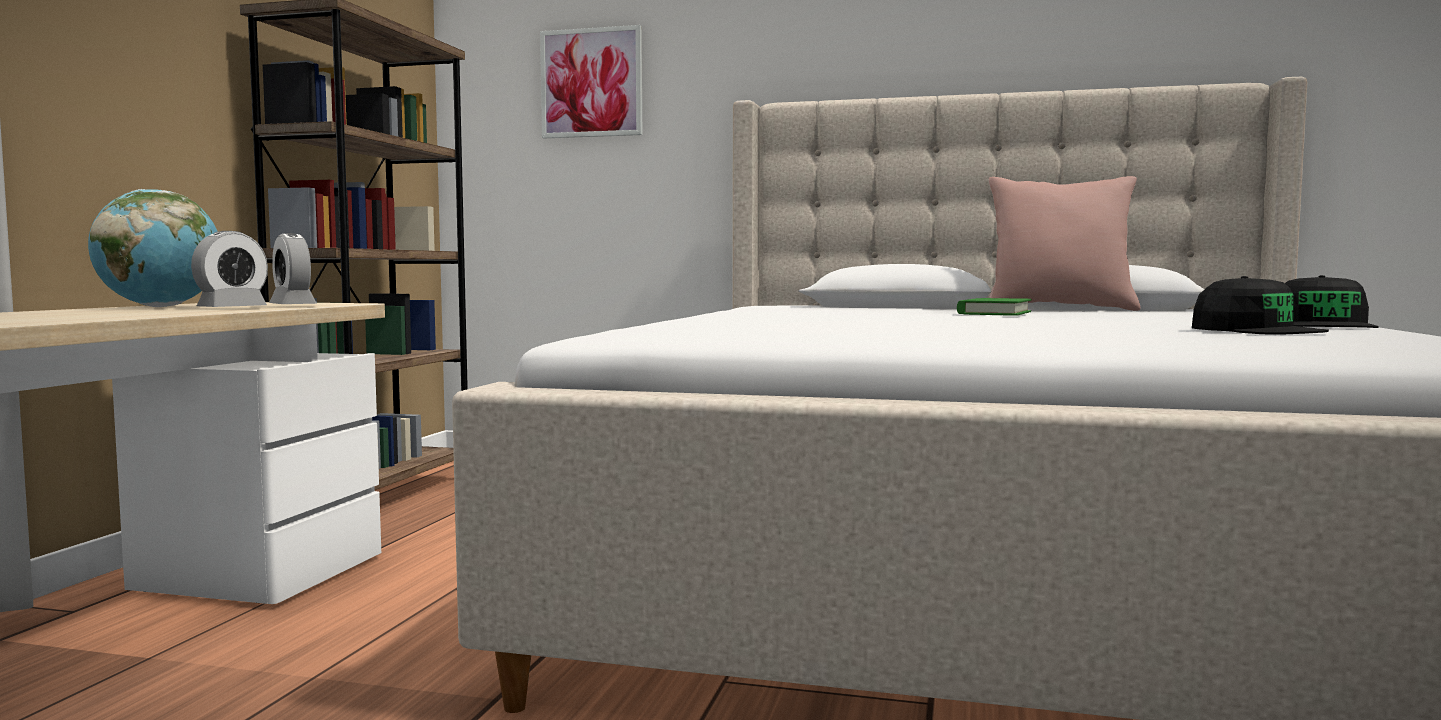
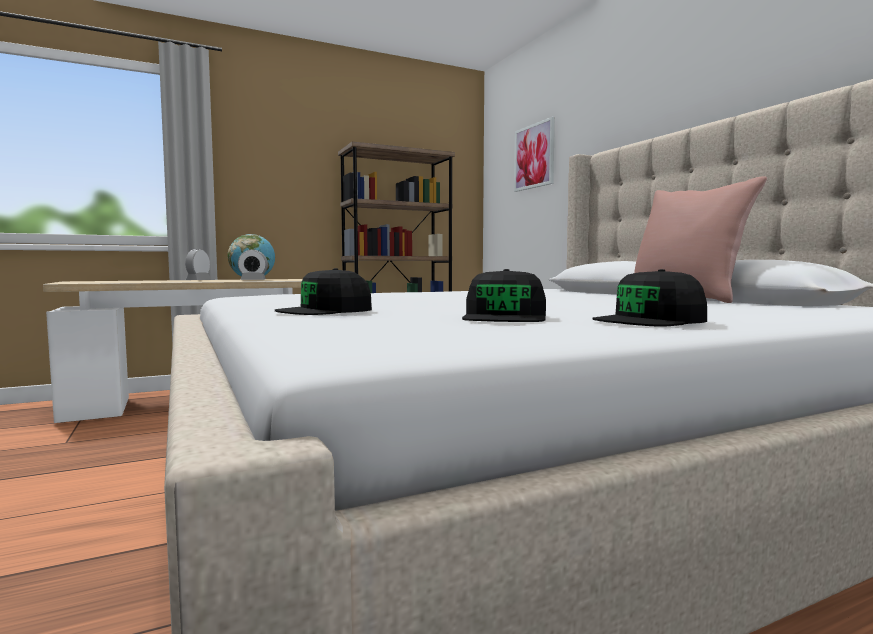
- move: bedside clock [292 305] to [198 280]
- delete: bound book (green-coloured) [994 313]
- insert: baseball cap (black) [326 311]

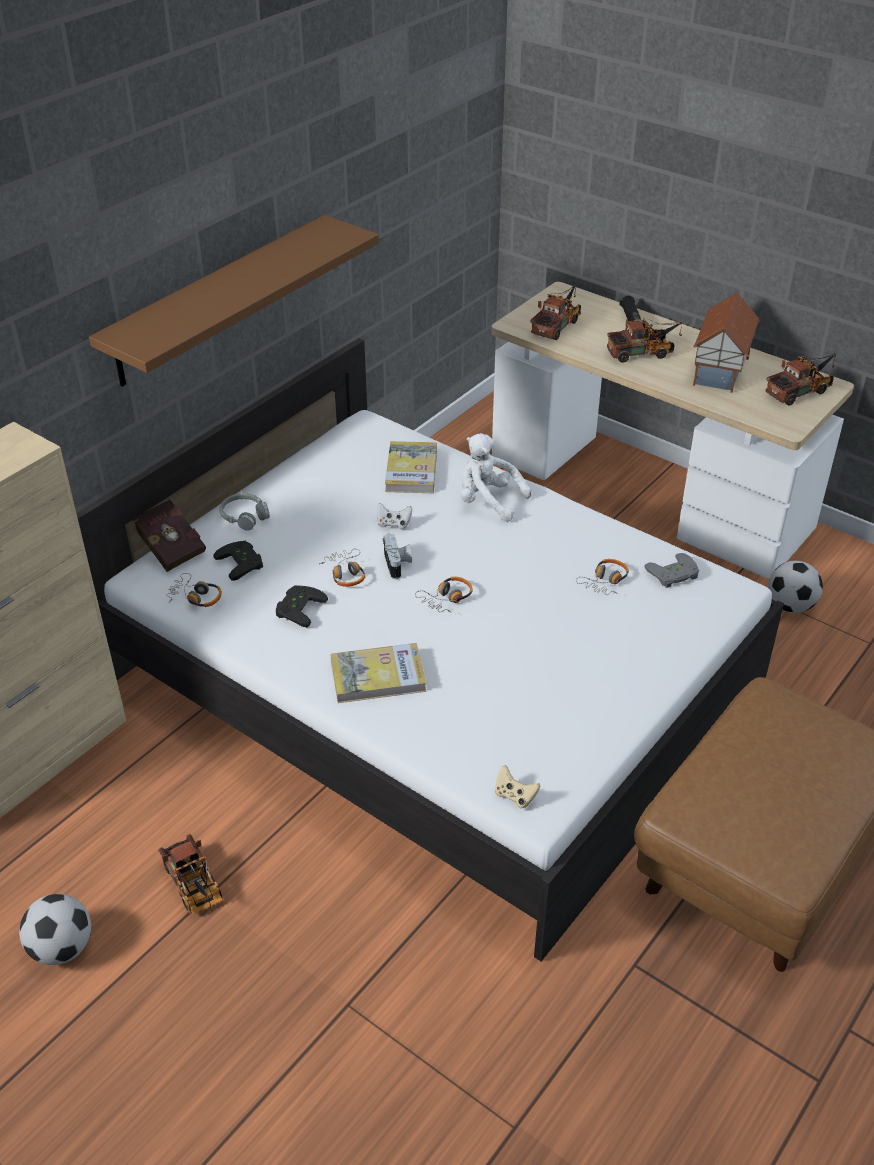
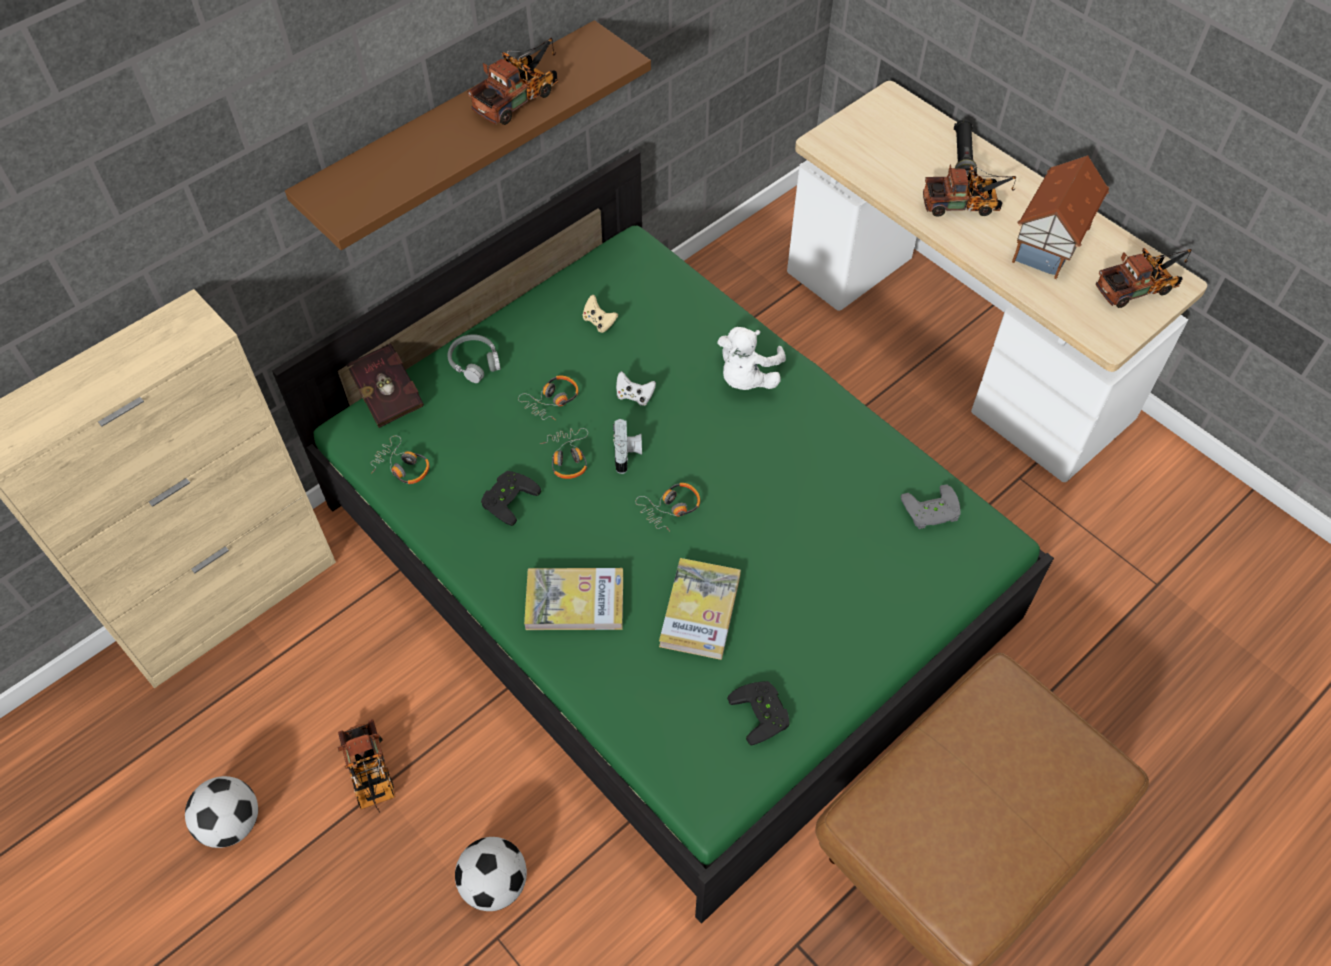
- move: toy lorry [557 325] to [520 97]
- recolor: bed (white-coloured) [435 681] to bed (green-coloured) [664 561]
- rotate: soft toy (white-coloured) [488 501] = [746 378] 105 degrees counterclockwise
- move: bound book [411 470] to [700 611]
- move: gamepad (black) [243 562] to [763 713]
- move: headphones [605 581] to [552 401]
- move: ball for football [790 606] to [494 884]
- move: gamepad (beige) [515 796] to [599 322]

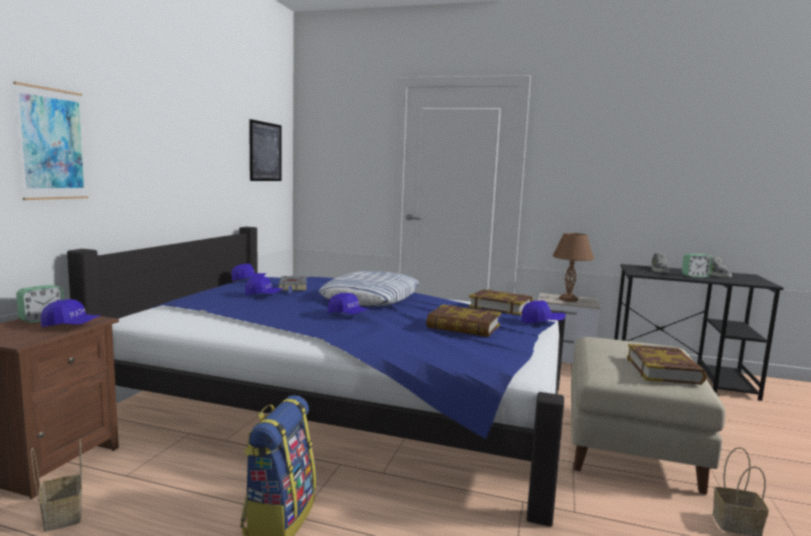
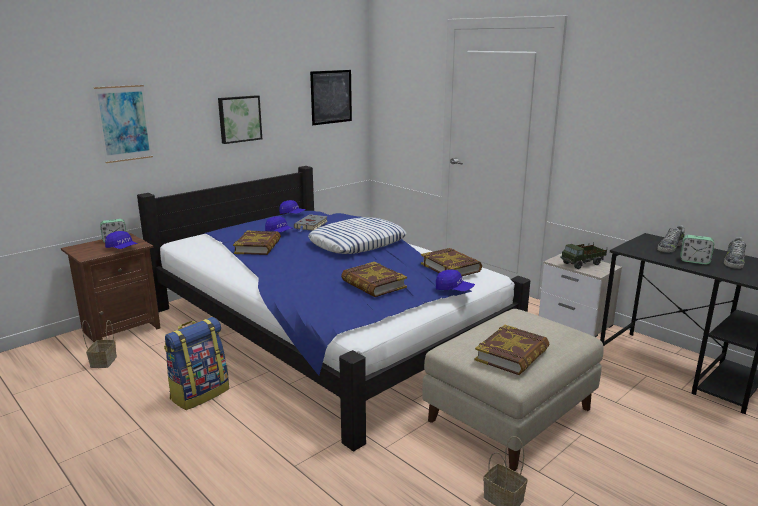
- replace: table lamp (brown) [569 299] to toy lorry [582 264]
- delete: baseball cap (blue-coloured) [348 315]
- insert: wall picture [239 119]
- insert: bound book [258 247]

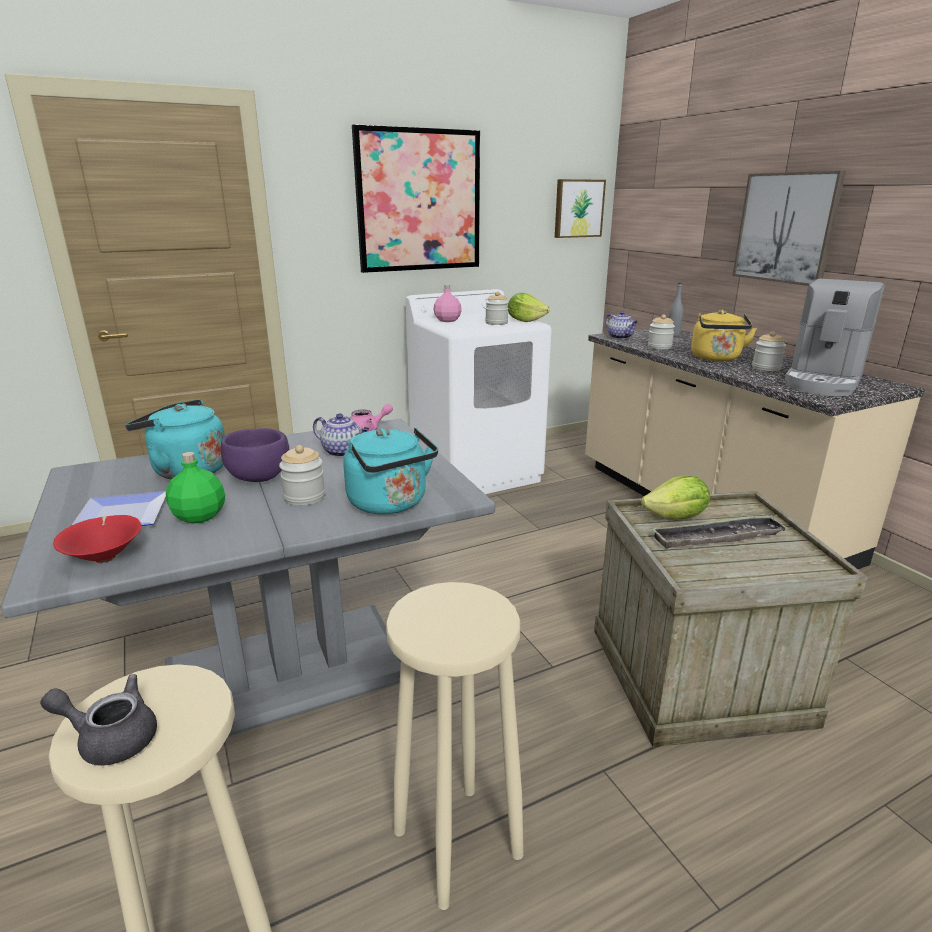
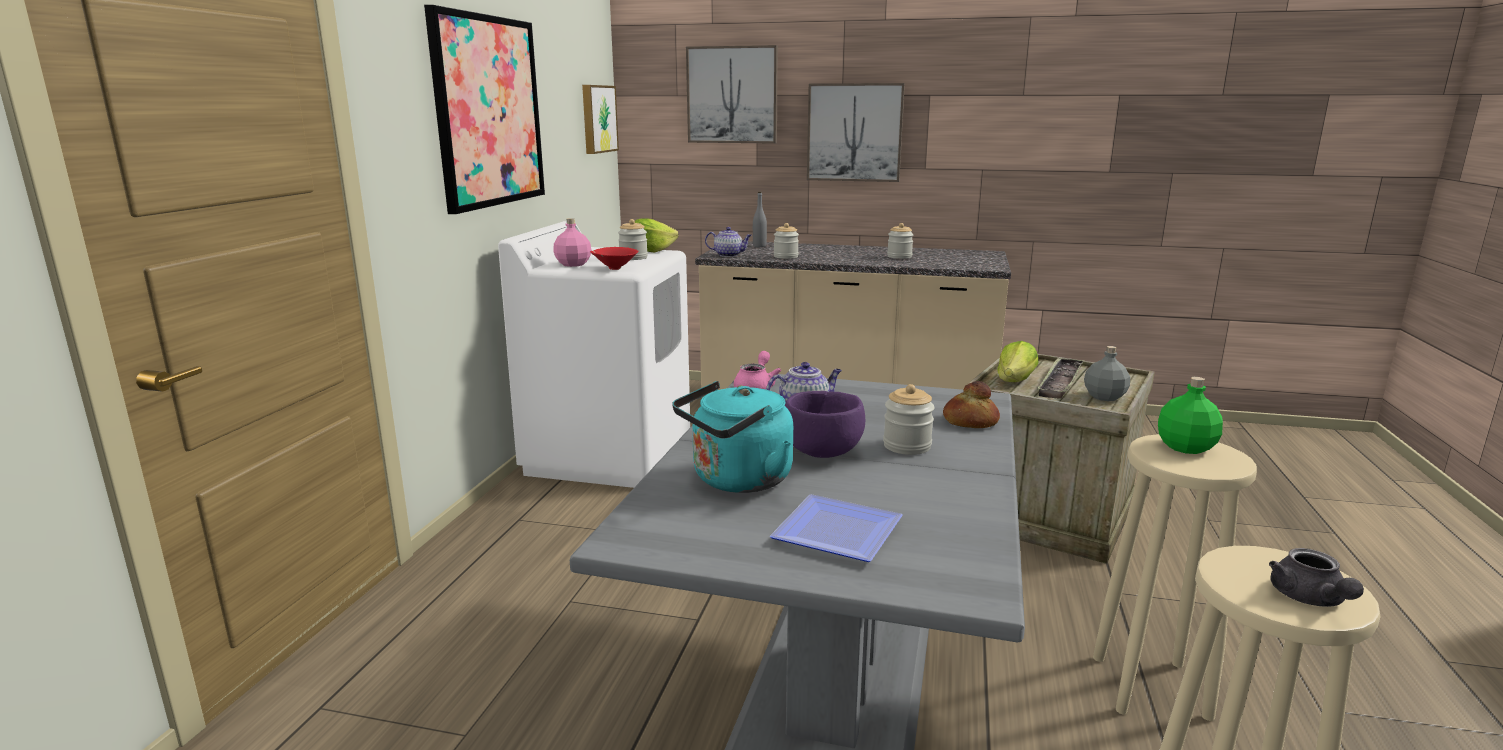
- delete: coffee machine [823 382]
- delete: tea kettle (yellow-coloured) [716 358]
- replace: tea kettle (turquoise-coloured) [391 504] to bread [969 421]
- move: bottle (green-coloured) [200 516] to [1186 447]
- move: deep dish (red-coloured) [105 557] to [614 268]
- rotate: pot for tea (gray) [111 738] = [1310 599] 45 degrees counterclockwise
- insert: wall picture [732 95]
- insert: bottle (gray) [1103 397]

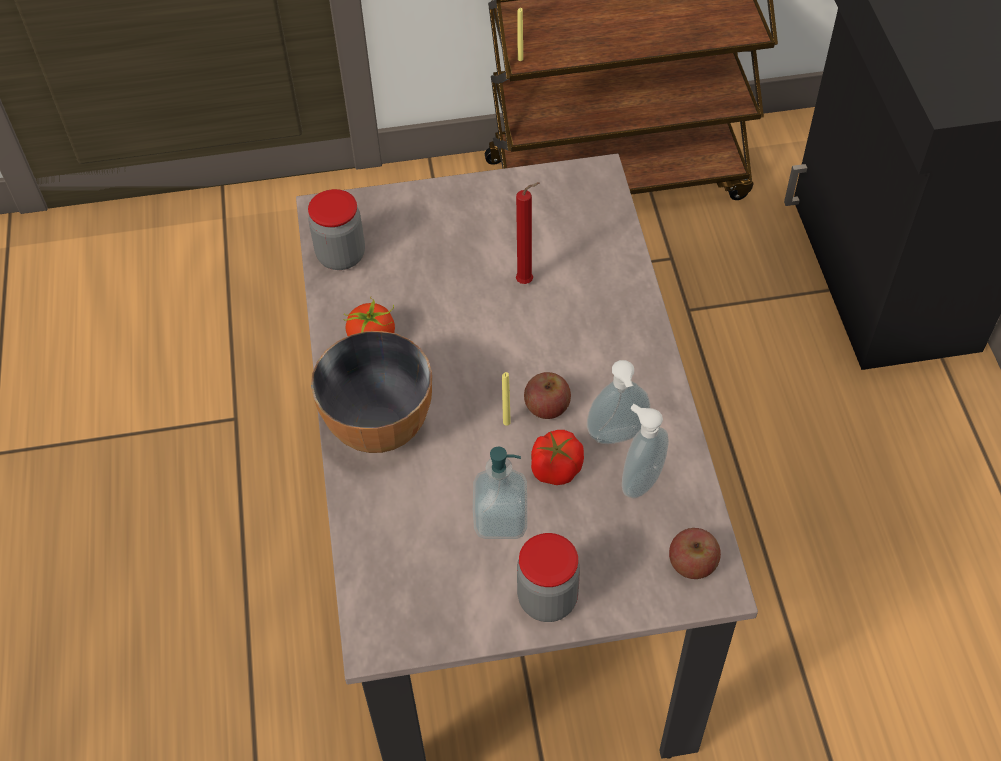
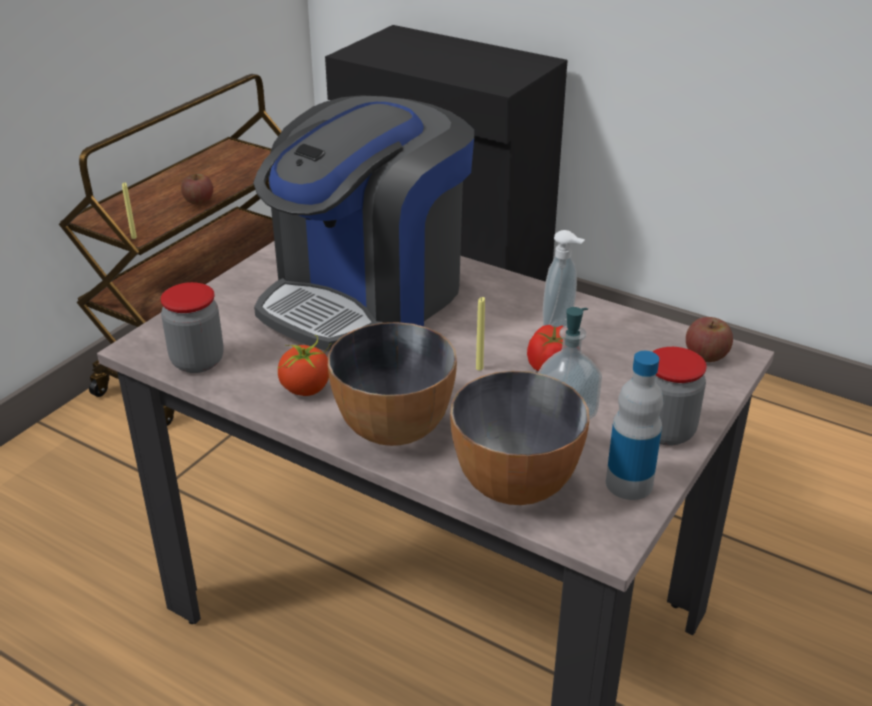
- replace: candle (red-coloured) [527 282] to coffee machine [367 296]
- move: whole apple [547 407] to [198 201]
- delete: liquid soap bottle [639 480]
- insert: bottle [629 484]
- insert: deep dish [516 484]

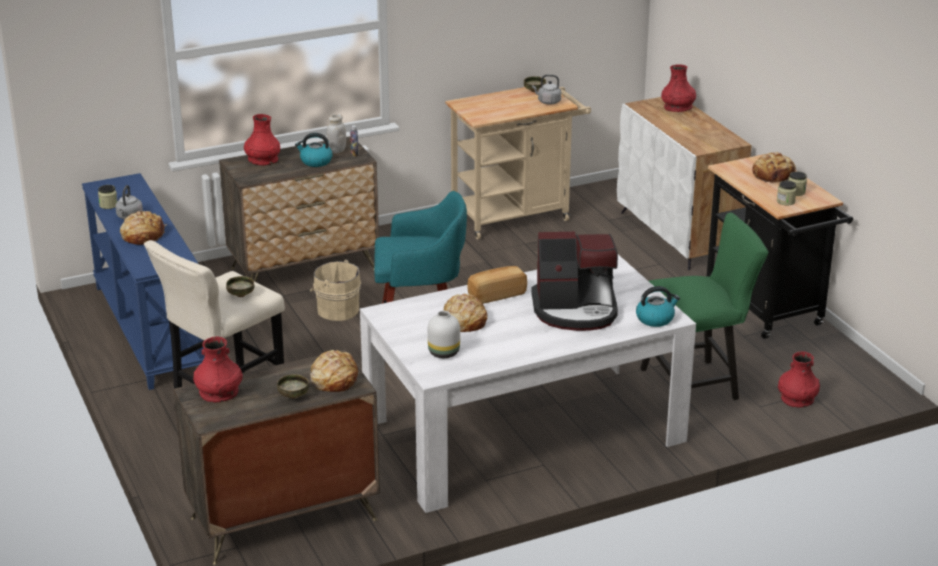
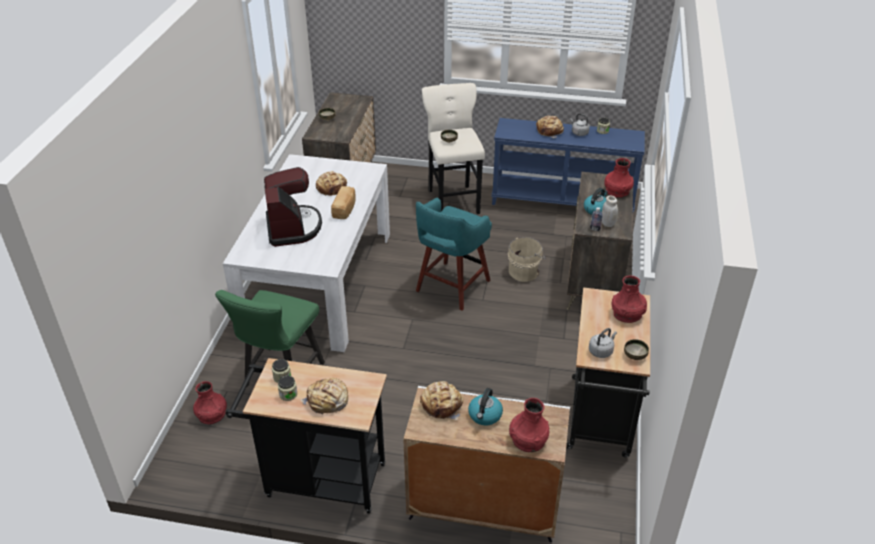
- recolor: trolley (beige) [517 216] to trolley (black) [600 422]
- rotate: coffee machine [575 310] = [293 227] 135 degrees clockwise
- move: tea kettle [655 319] to [485 415]
- delete: decorative vase (white-coloured) [444 353]
- move: decorative vase (red-coloured) [219 392] to [627 314]
- move: bread [334 379] to [442 404]

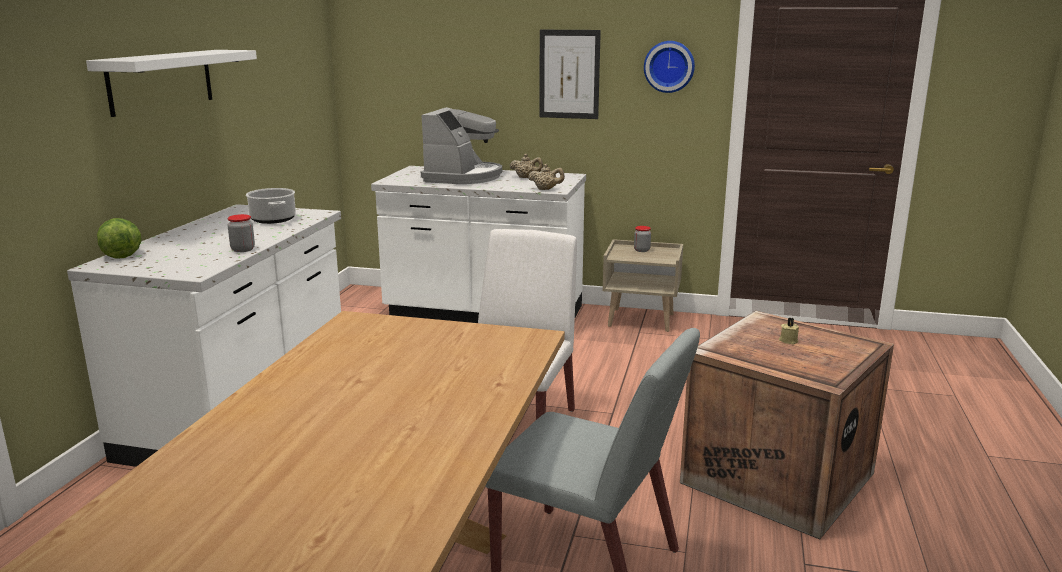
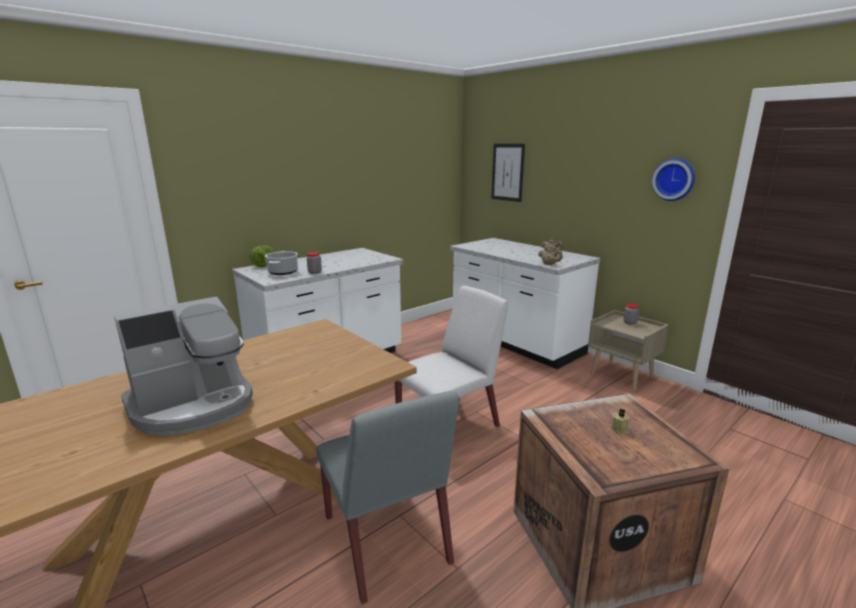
- move: wall picture [569 74] to [507 172]
- delete: bracket shelf (white-coloured) [161 81]
- move: coffee machine [463 177] to [193 405]
- move: saucepot [273 219] to [283 272]

